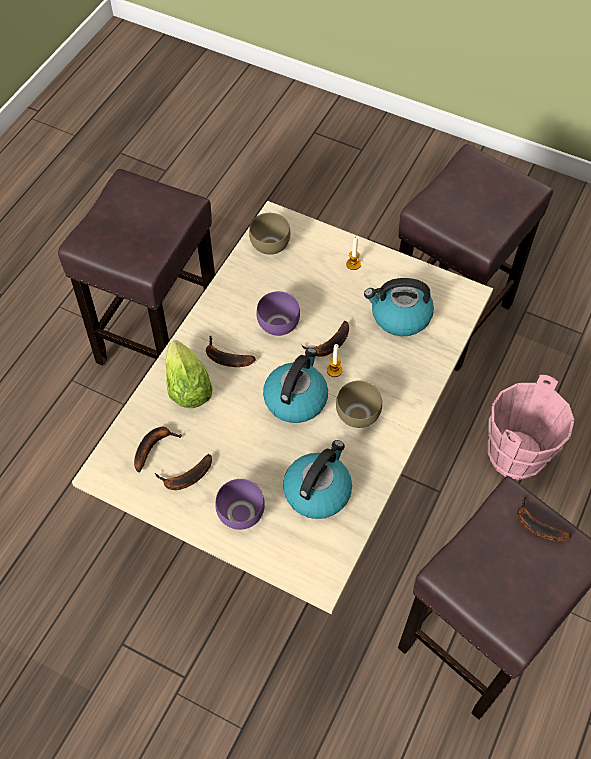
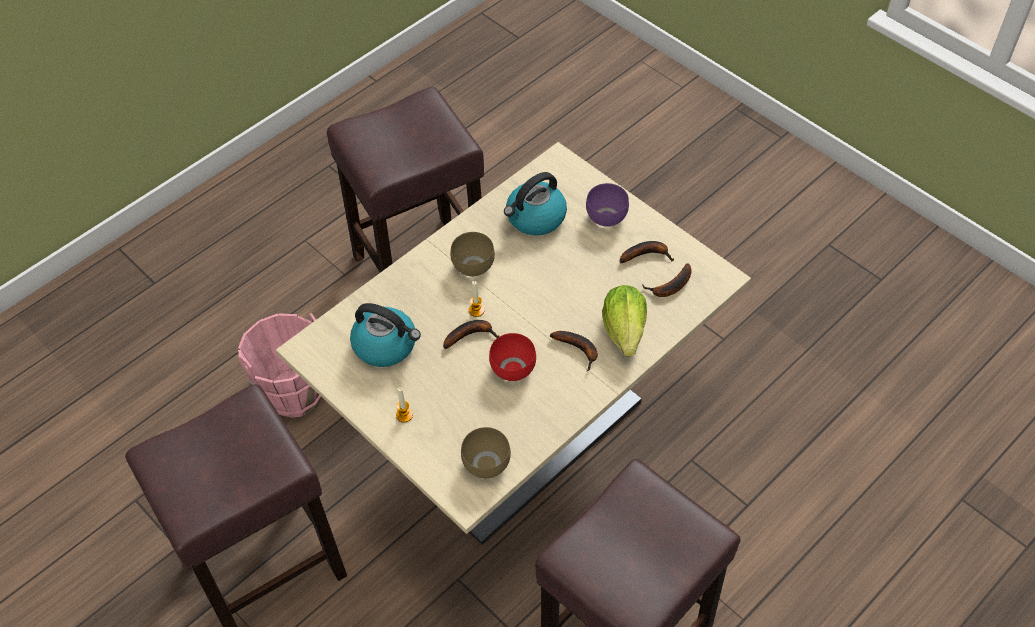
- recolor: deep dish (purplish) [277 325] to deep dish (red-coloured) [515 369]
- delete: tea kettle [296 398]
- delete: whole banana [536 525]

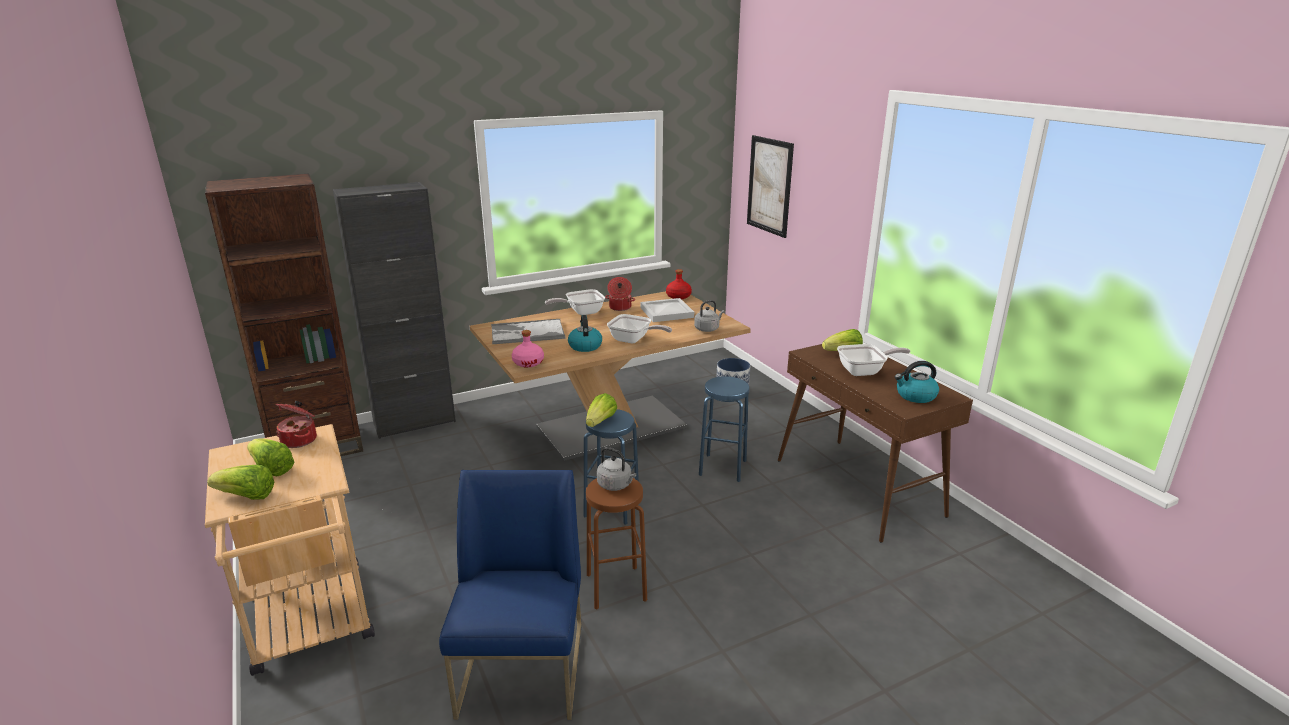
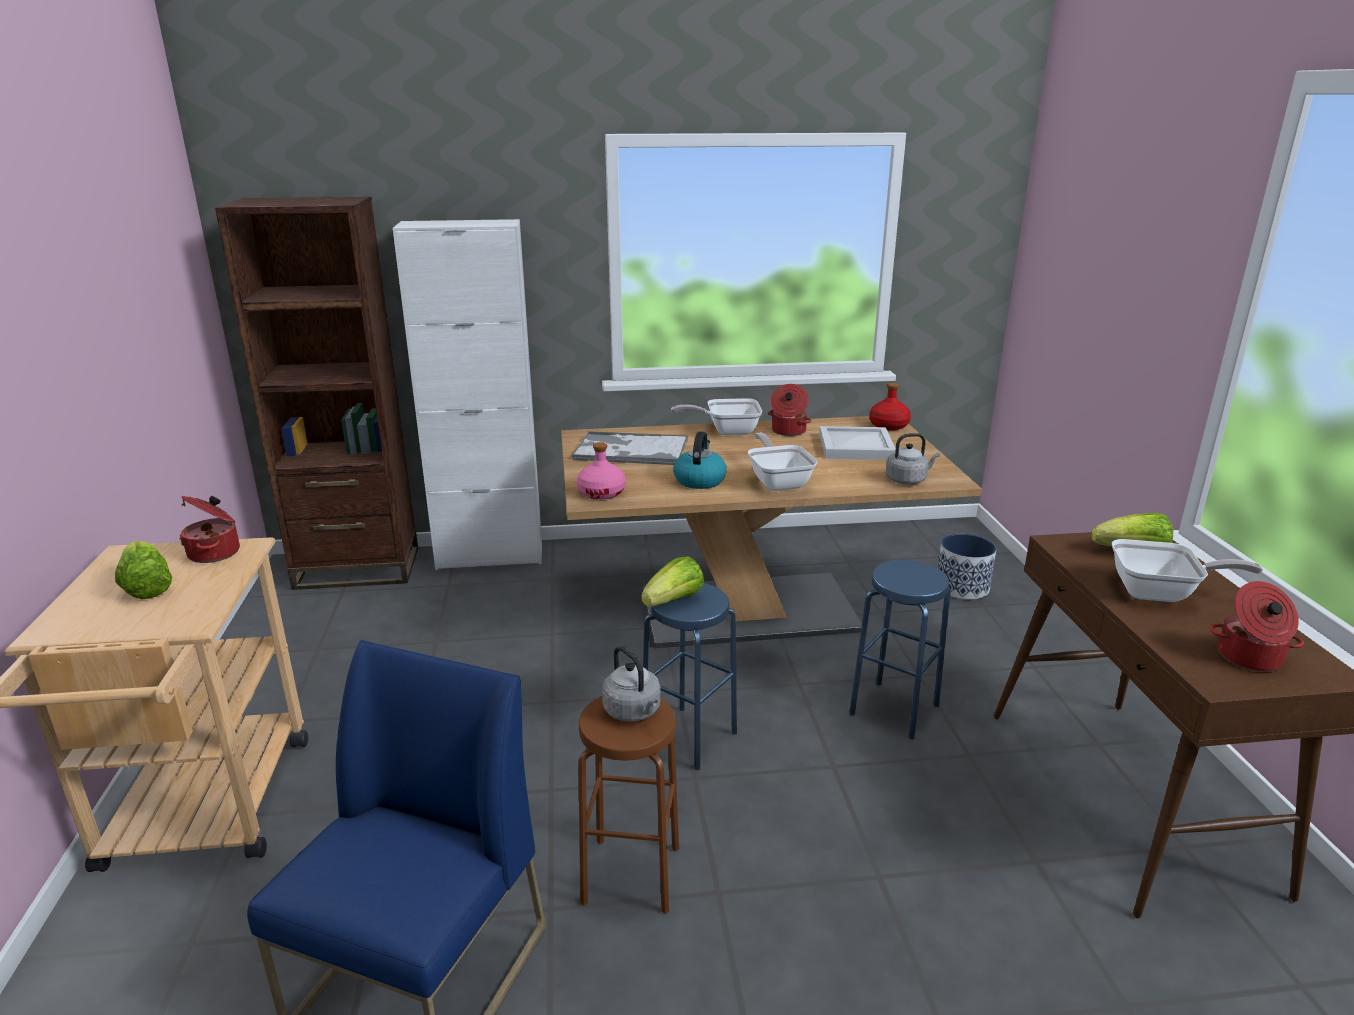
- delete: wall picture [769 185]
- recolor: cabinet (black) [414 422] to cabinet (white-coloured) [490 556]
- rotate: frying pan [633 340] = [778 481] 150 degrees counterclockwise
- replace: tea kettle [915 396] to saucepot [1249 658]
- delete: lettuce [246 496]

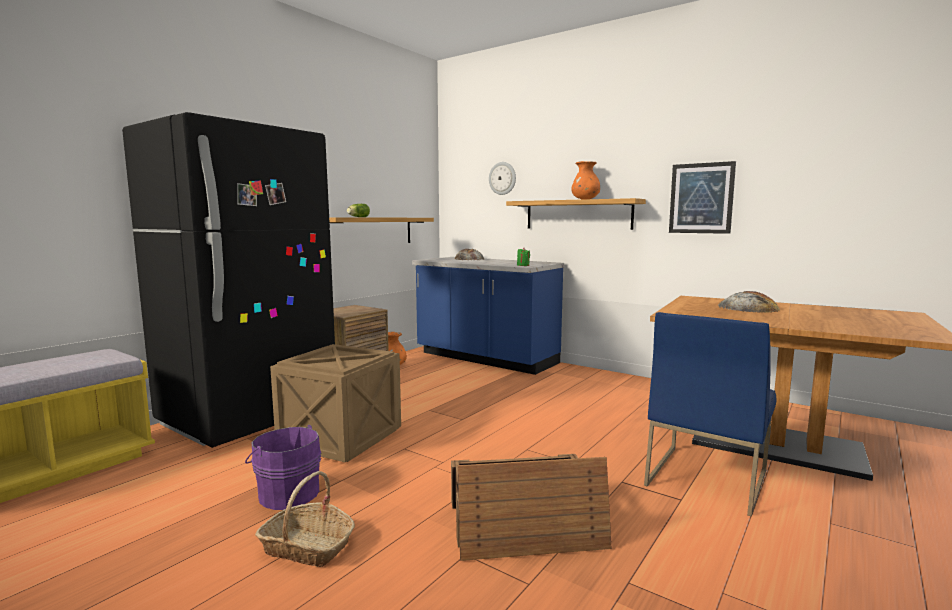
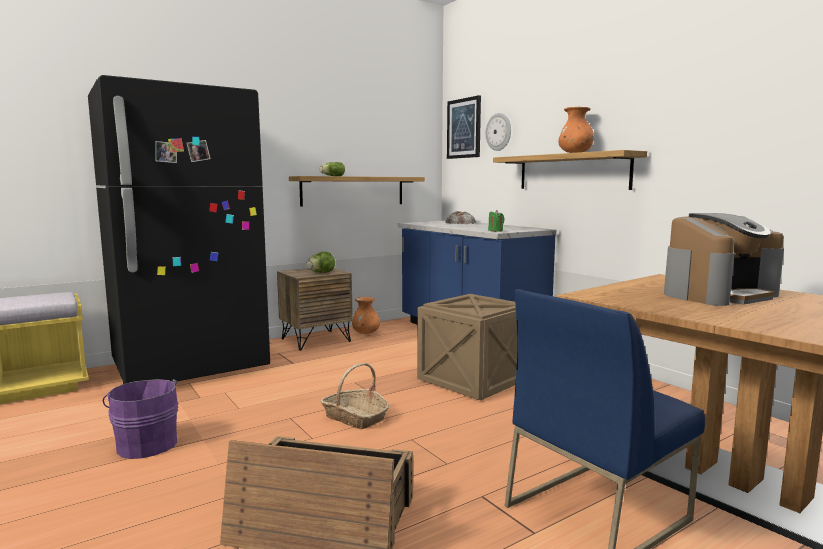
- move: wall picture [701 198] to [464 128]
- replace: bread [748 308] to coffee machine [718 294]
- move: crate [340 438] to [473 380]
- move: basket [307 547] to [355 417]
- insert: lettuce [320 273]

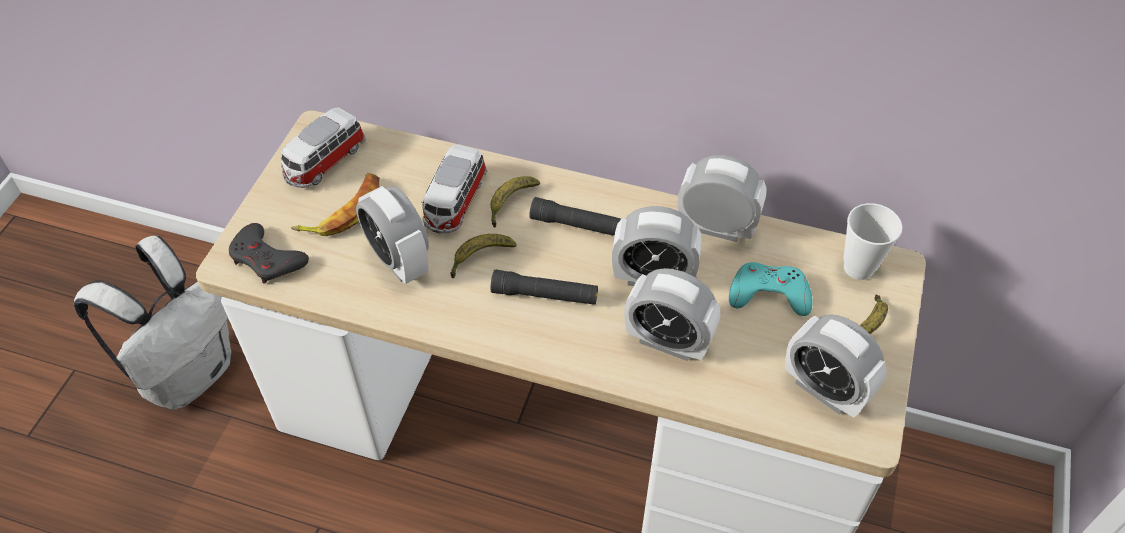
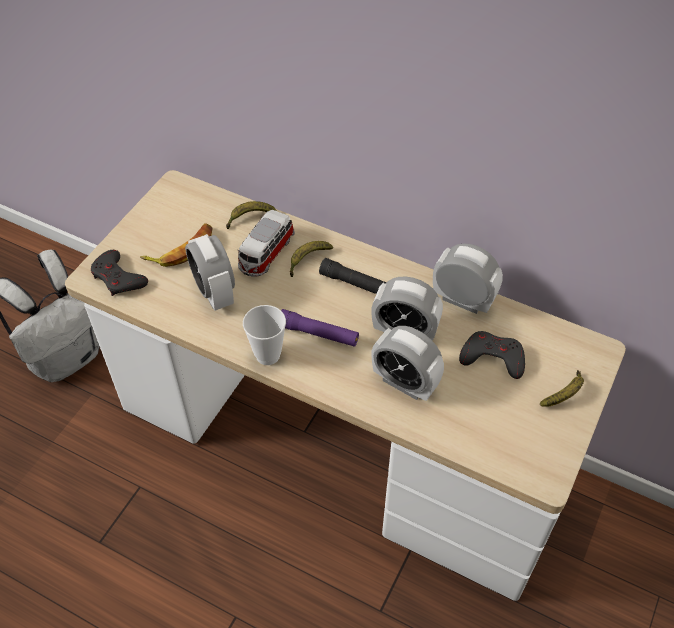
- delete: toy car [324 162]
- move: small cup [858 267] to [268 355]
- move: whole banana [480 258] to [250 218]
- recolor: gamepad (turquoise-coloured) [769 294] to gamepad (gray) [492 358]
- recolor: torch (black) [545 295] to torch (purplish) [318 334]
- delete: bedside clock [824 390]

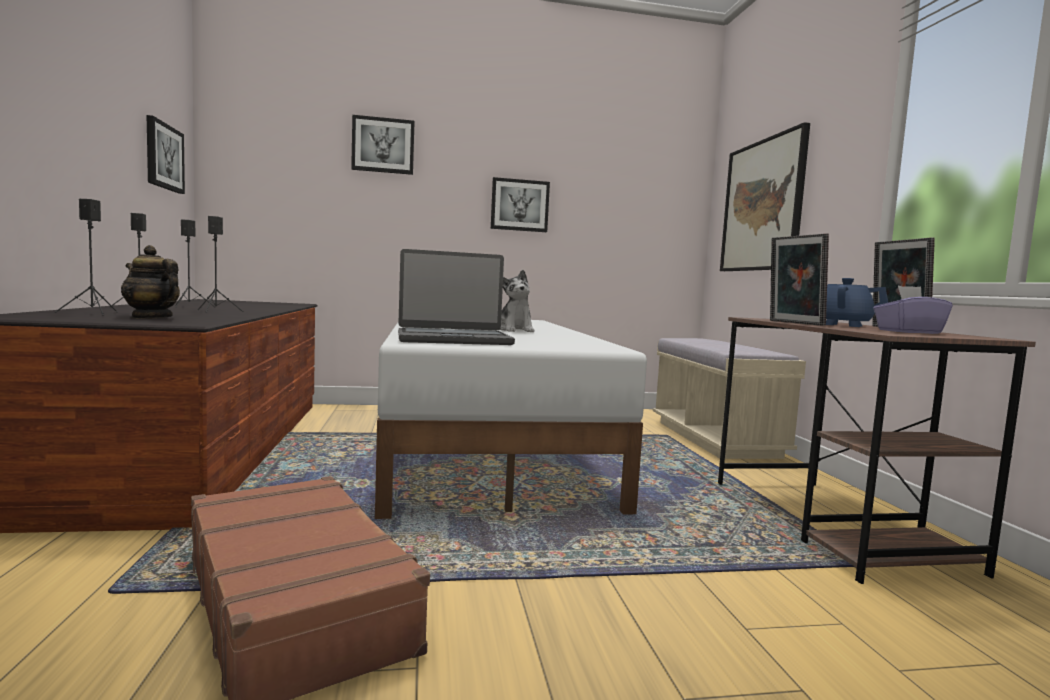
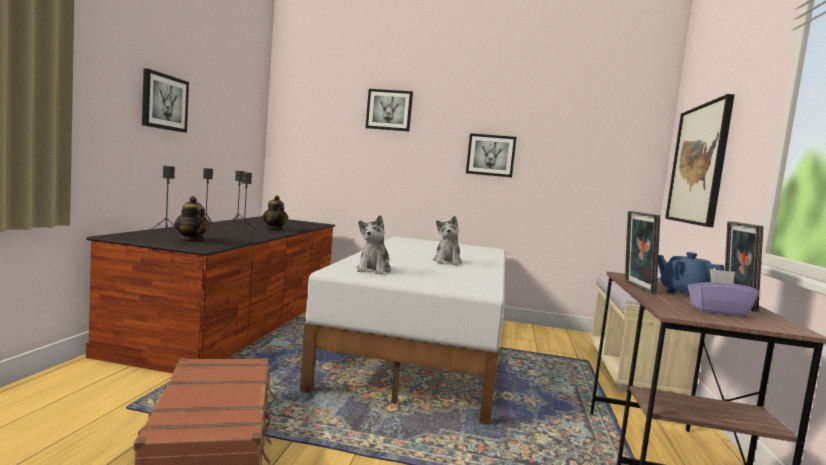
- move: wall picture [163 156] to [164 102]
- replace: portable computer [453 339] to soft toy [373 270]
- insert: pot for tea [274 229]

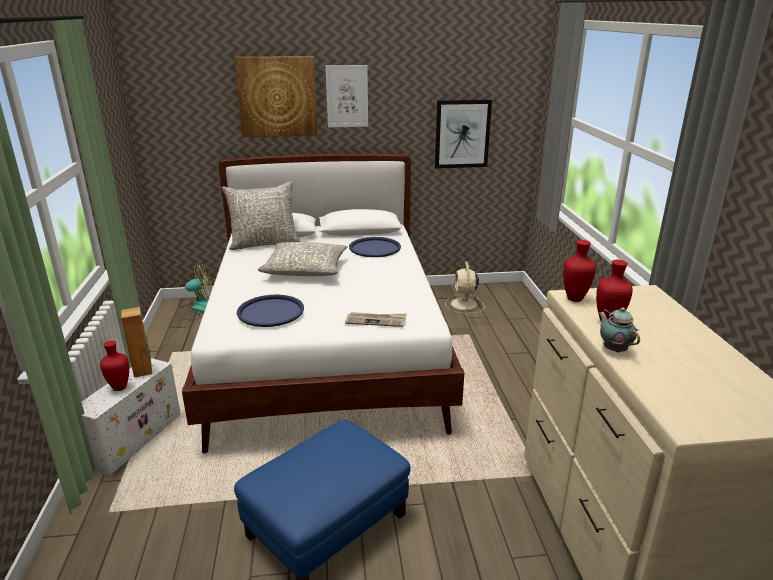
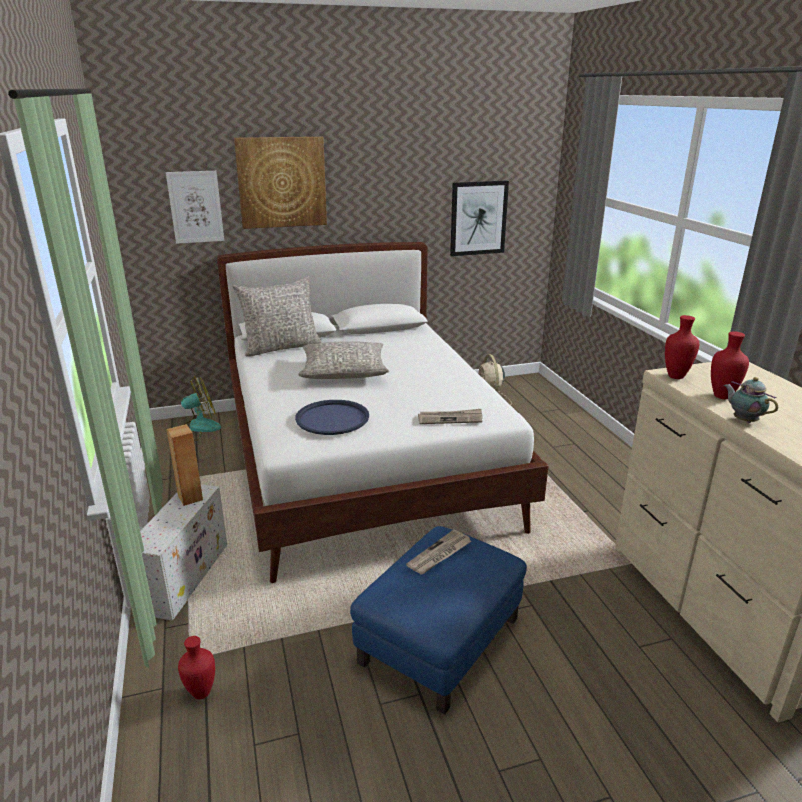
- move: wall picture [347 96] to [195 207]
- delete: serving tray (blue-coloured) [375 248]
- move: decorative vase (red-coloured) [120 388] to [202 693]
- insert: daily paper [439 554]

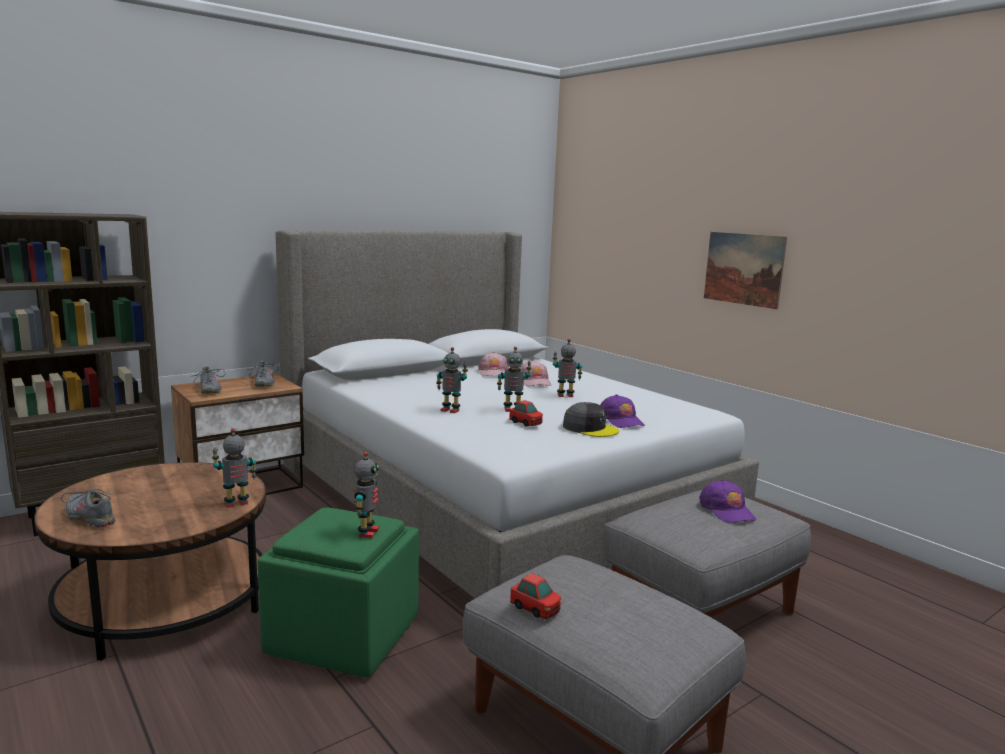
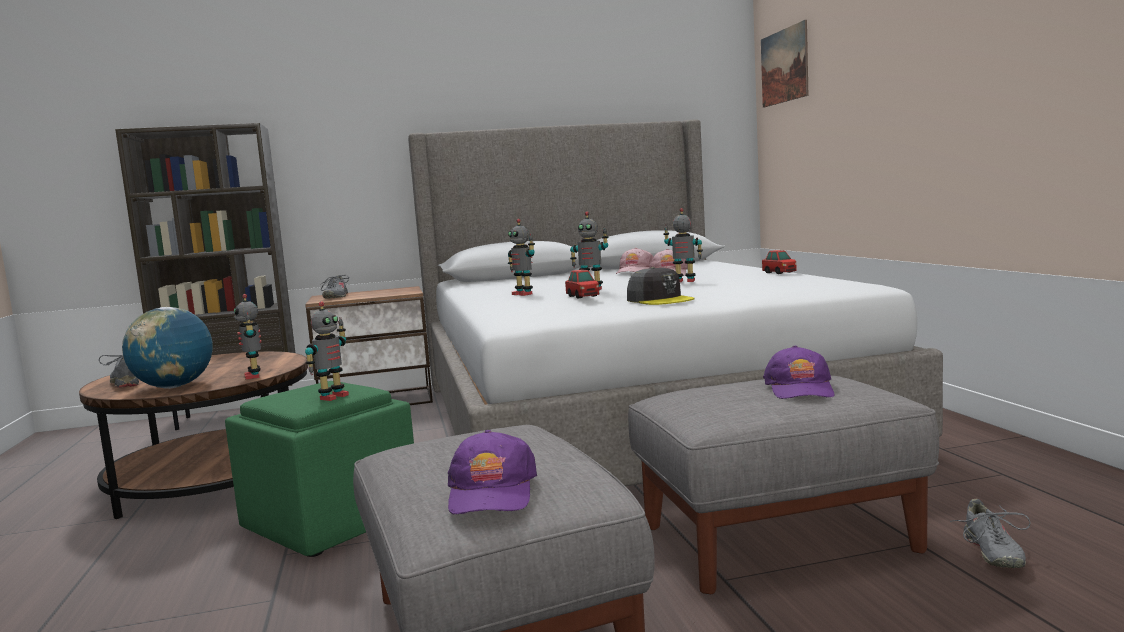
- move: wall picture [743 269] to [784 66]
- move: item of footwear (gray) [263 383] to [992 552]
- move: baseball cap (purplish) [621 420] to [491 492]
- rotate: robot figure [236 504] = [254 376] 105 degrees counterclockwise
- move: toy car [535 608] to [779 273]
- insert: globe [174 387]

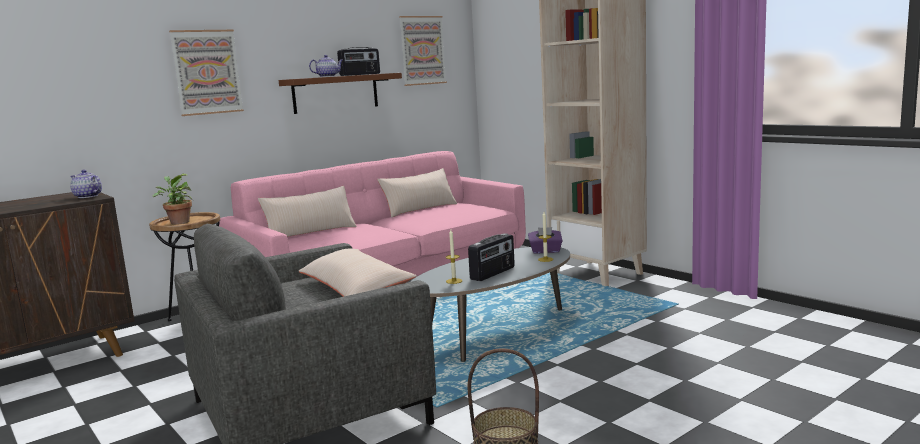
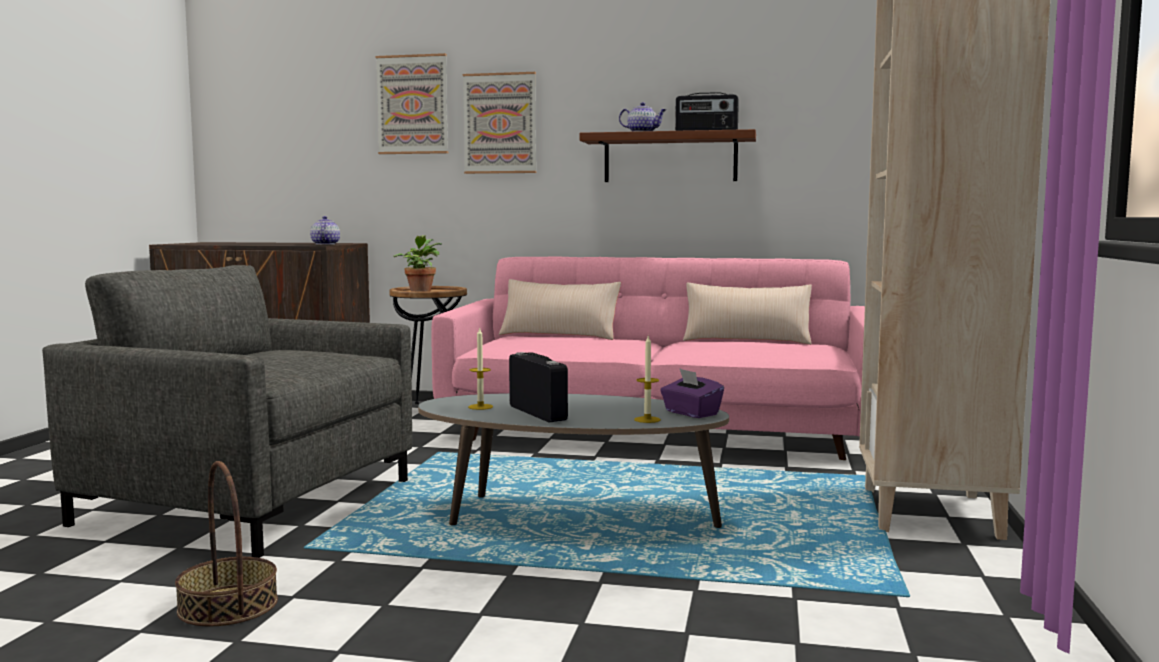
- move: wall picture [422 50] to [412 105]
- rotate: radio [493 273] = [538 413] 120 degrees counterclockwise
- delete: pillow (beige) [355 289]

